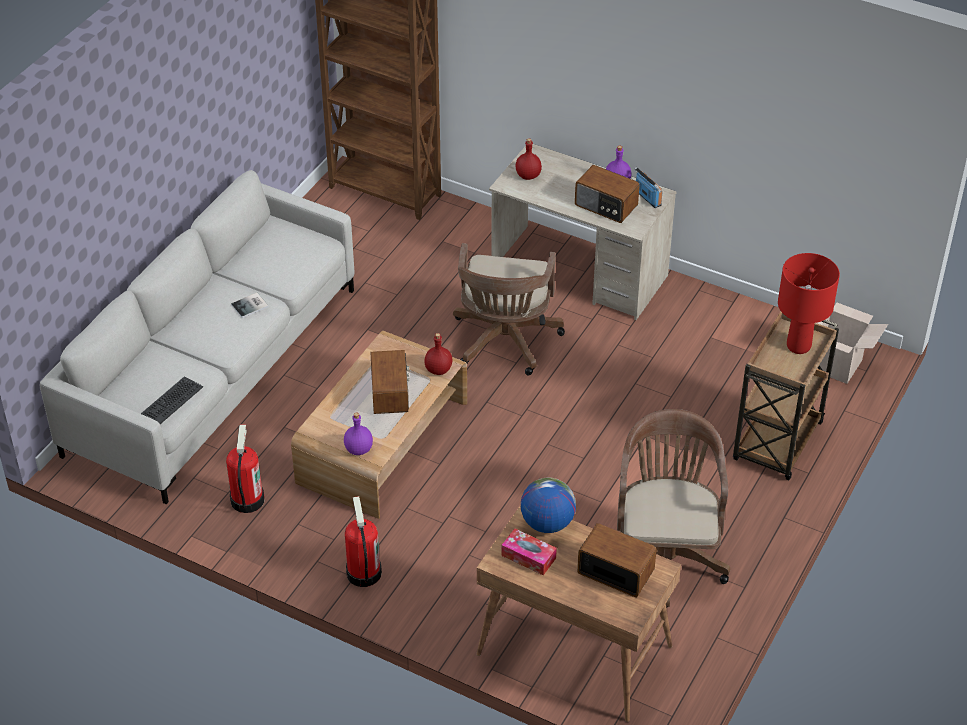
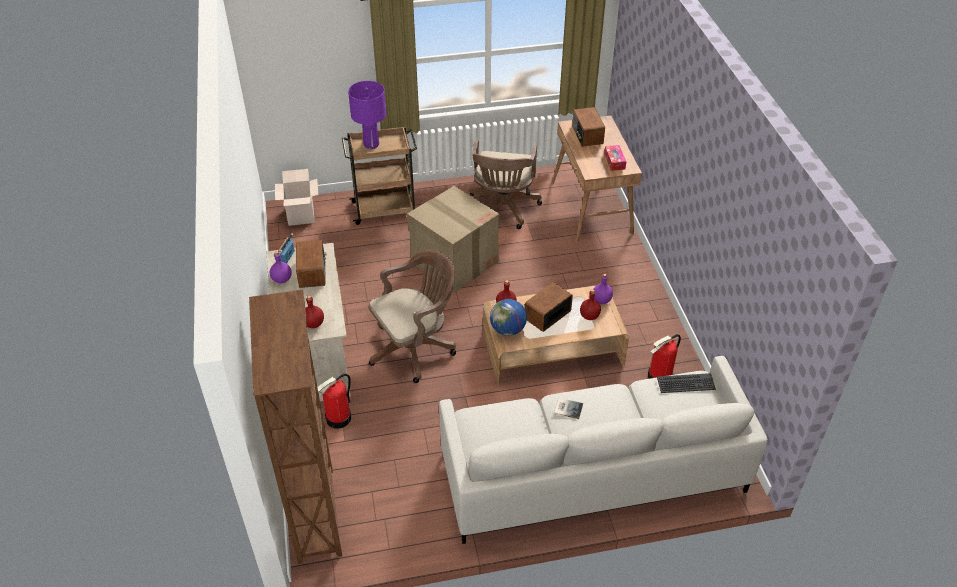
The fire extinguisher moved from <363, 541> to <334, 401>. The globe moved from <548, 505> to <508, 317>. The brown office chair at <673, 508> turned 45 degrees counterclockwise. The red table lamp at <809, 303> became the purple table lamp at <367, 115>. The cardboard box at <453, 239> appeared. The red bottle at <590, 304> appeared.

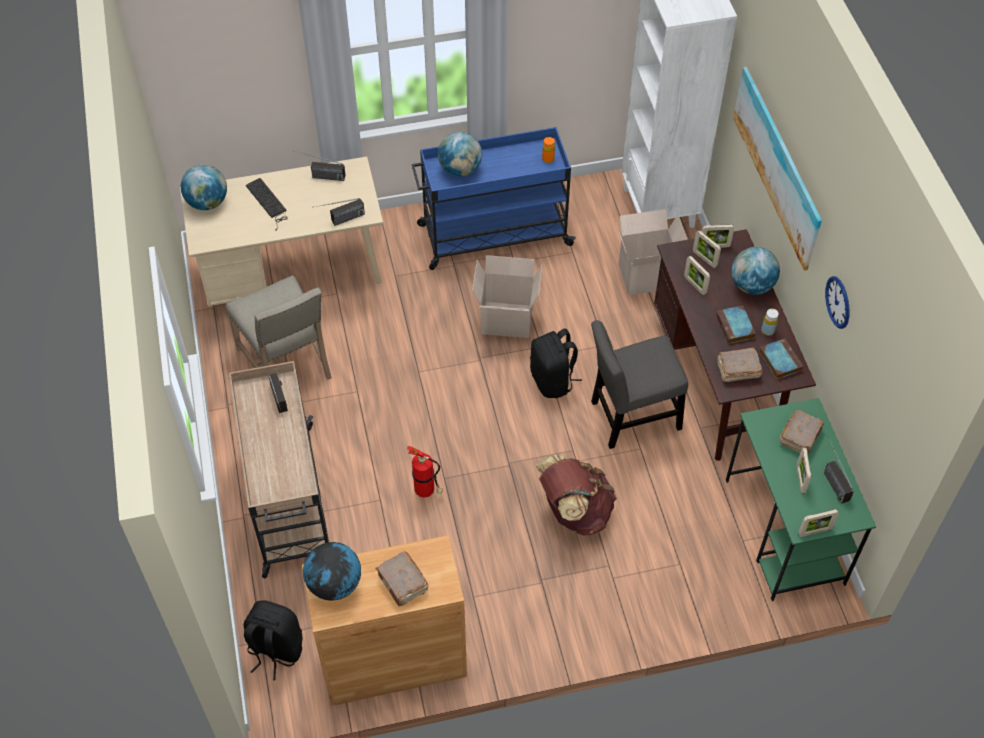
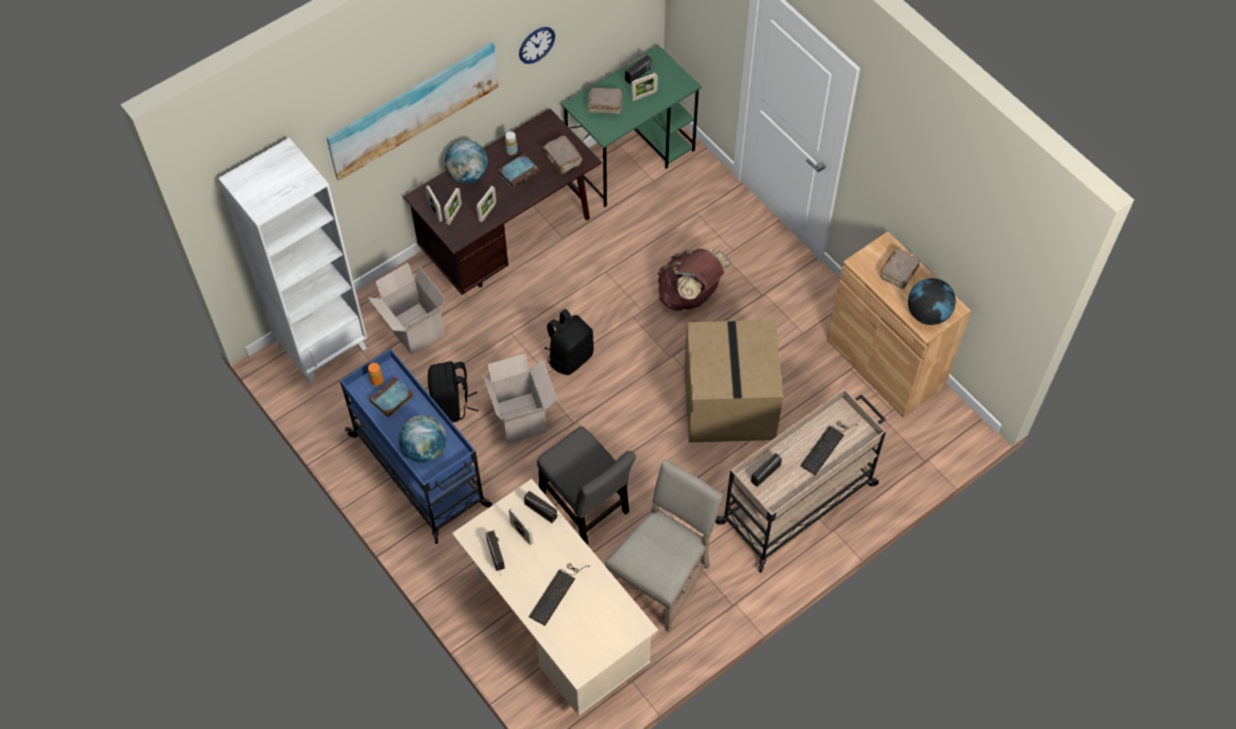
The globe at <204, 187> disappeared. The black backpack moved from <272, 640> to <453, 392>. The fire extinguisher at <425, 471> was replaced by the cardboard box at <733, 381>. The grey chair moved from <639, 384> to <586, 485>. The book moved from <781, 359> to <391, 397>. The picture frame moved from <818, 523> to <521, 526>. The keyboard at <829, 448> appeared.

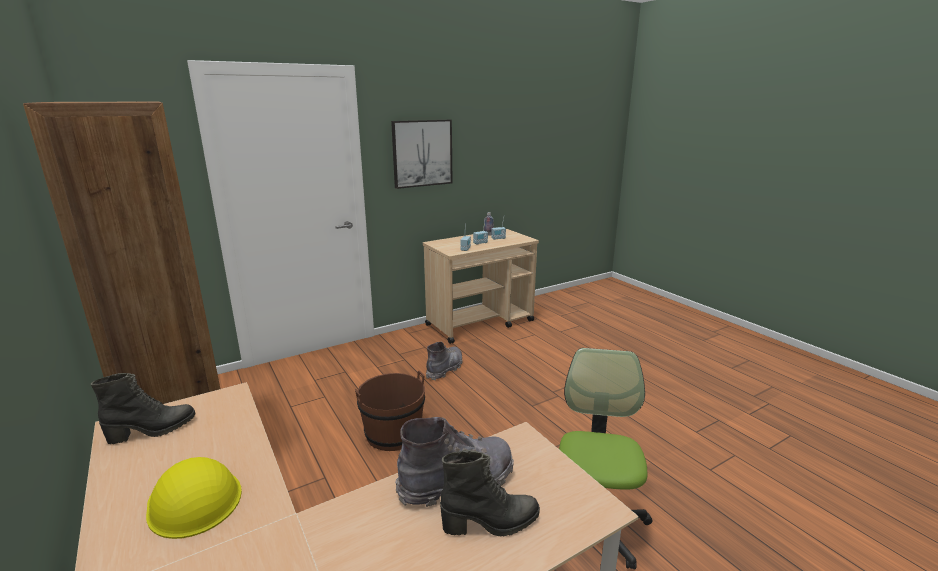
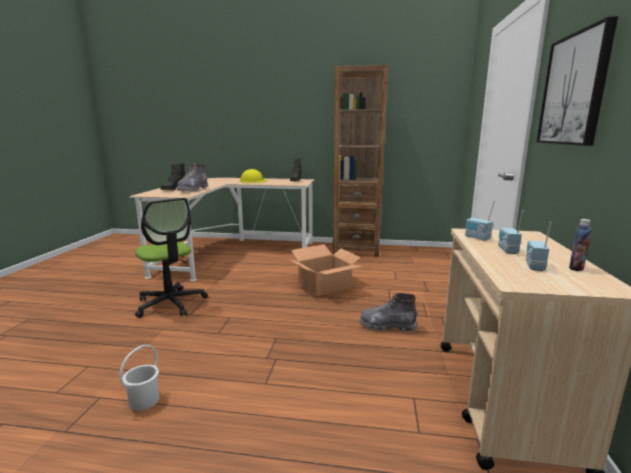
The brown bucket at <390, 410> was replaced by the cardboard box at <326, 270>. The grey boot at <444, 360> turned 120 degrees clockwise. The white bucket at <139, 378> appeared.

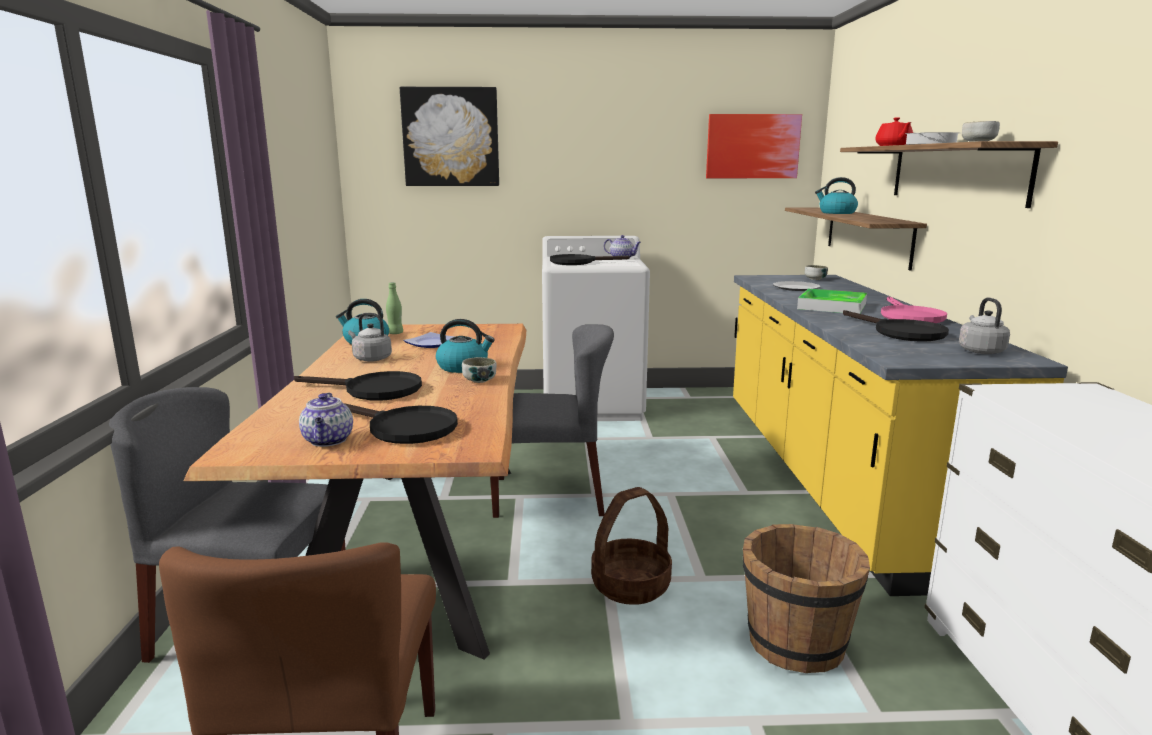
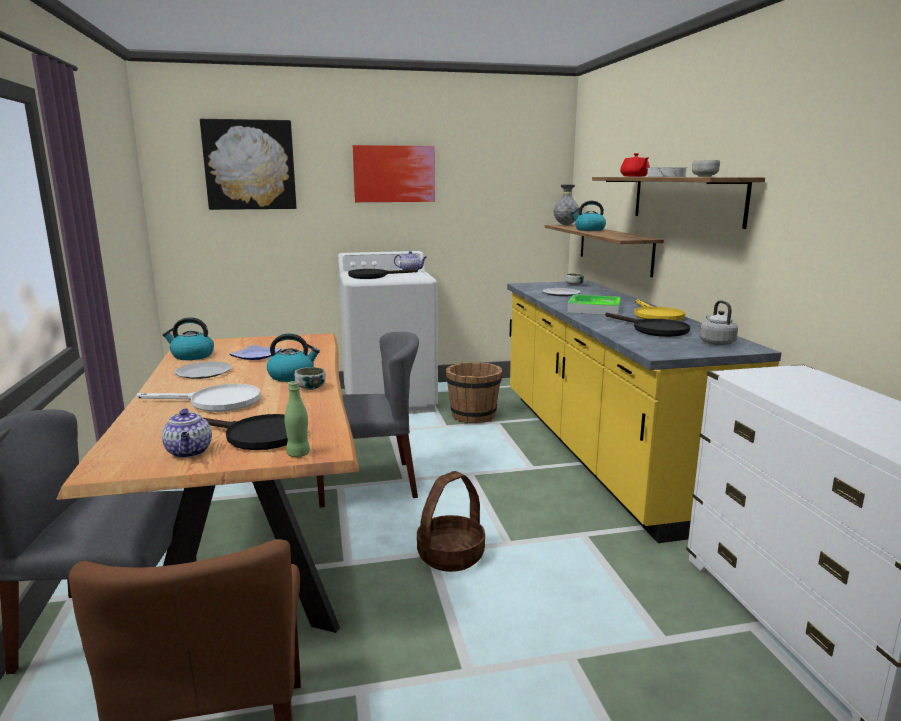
The black frying pan at <358, 386> became the white frying pan at <199, 398>. The grey kettle at <370, 337> was replaced by the plate at <203, 370>. The green bottle moved from <394, 308> to <297, 419>. The picture moved from <754, 146> to <394, 173>. The brown bucket moved from <806, 598> to <474, 392>. The pink frying pan at <914, 310> became the yellow frying pan at <659, 310>. The grey vase at <566, 205> appeared.

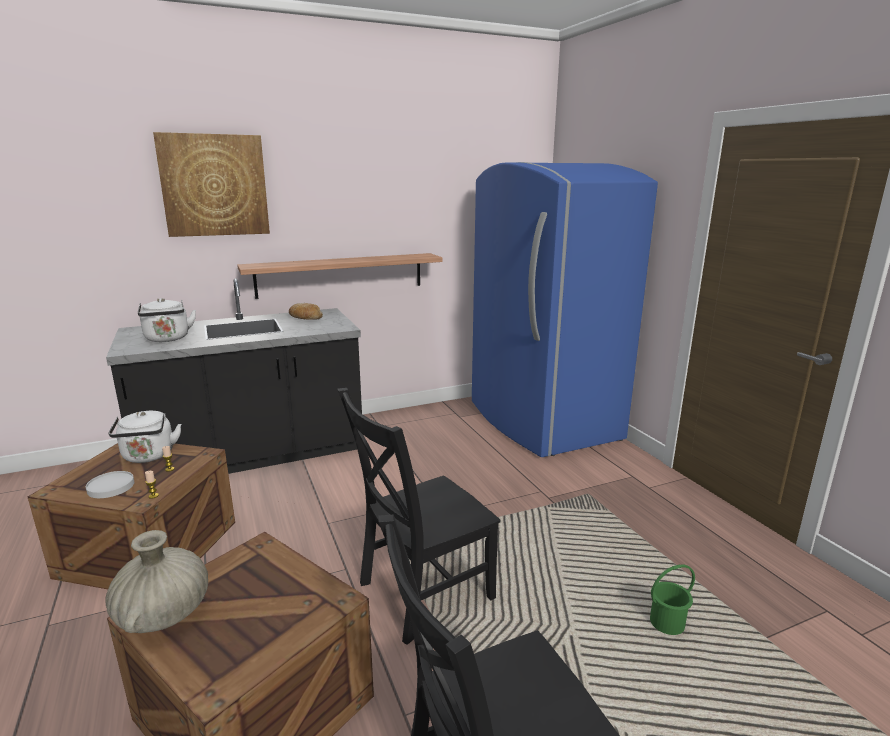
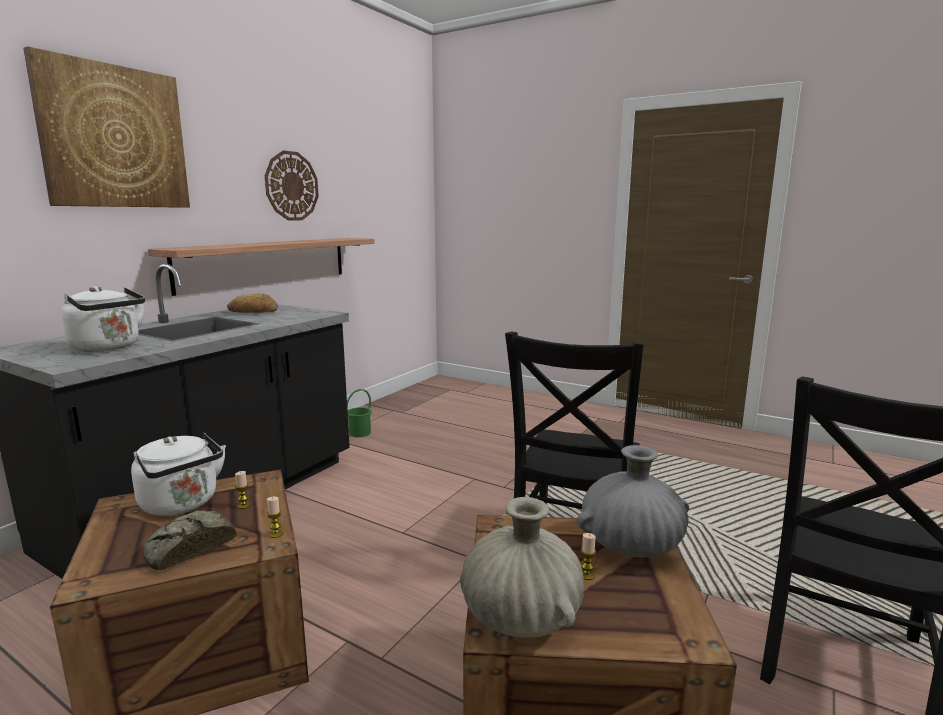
The white plate at <110, 484> was replaced by the bread at <189, 540>. The blue fridge at <565, 309> disappeared. The green bucket moved from <672, 599> to <359, 413>. The wall clock at <292, 186> appeared. The grey vase at <633, 501> appeared. The candle at <588, 556> appeared.

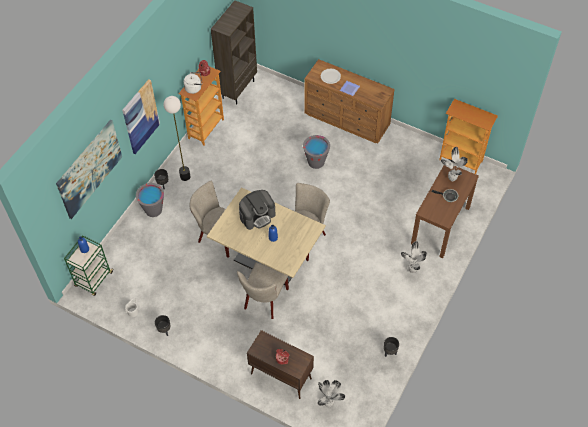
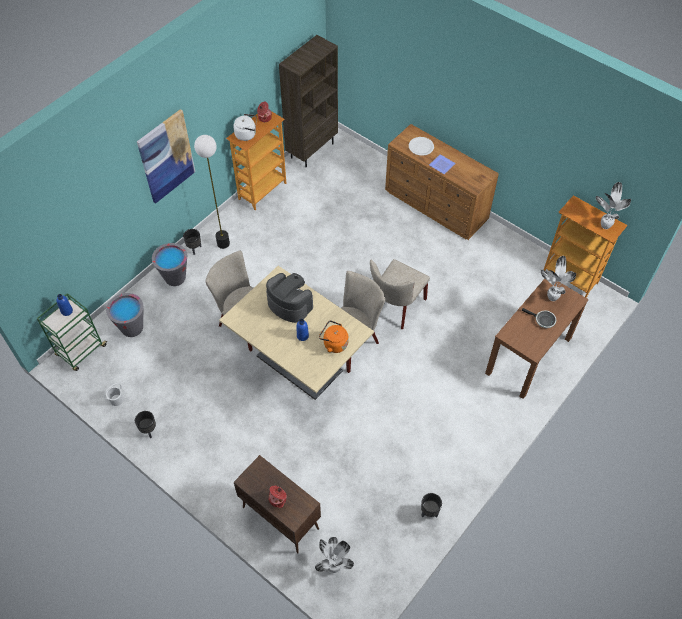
The picture at <89, 169> disappeared. The beige chair moved from <263, 290> to <400, 294>. The coffee machine at <257, 210> turned 120 degrees counterclockwise. The grey bucket moved from <316, 152> to <124, 315>. The potted plant moved from <414, 257> to <613, 205>. The orange kettle at <333, 336> appeared.

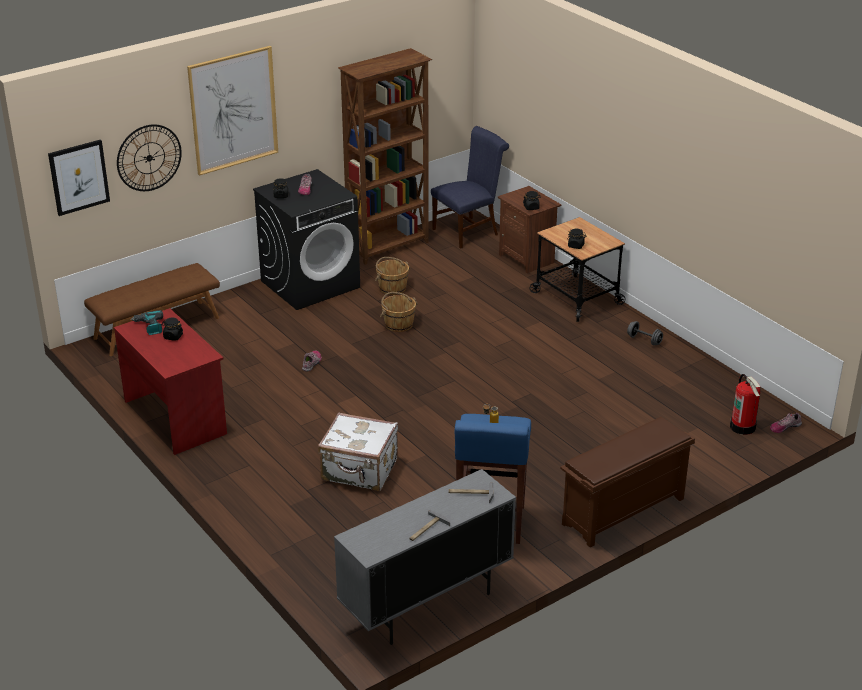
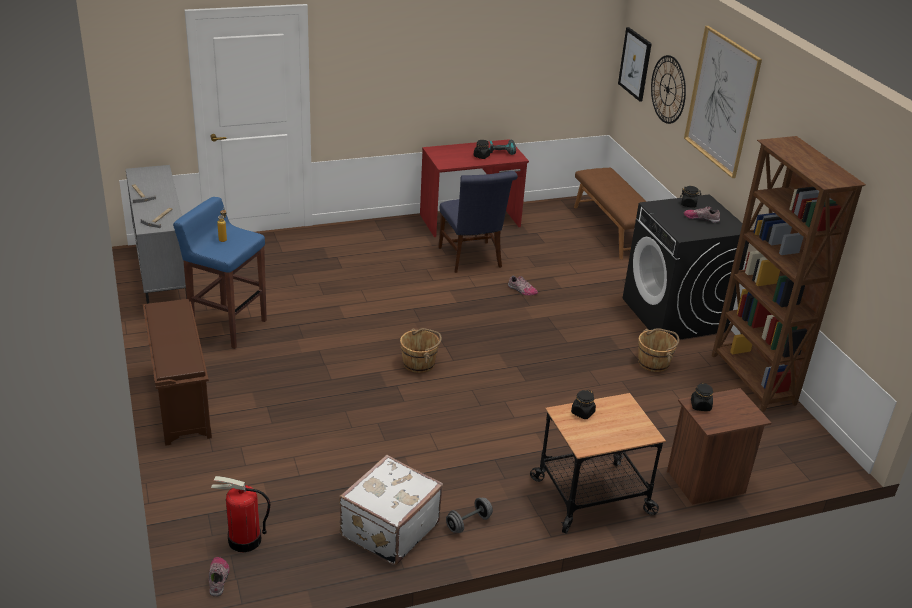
The white suitcase moved from <358, 451> to <391, 510>. The brown bucket moved from <399, 312> to <421, 350>. The blue chair moved from <470, 187> to <478, 222>.

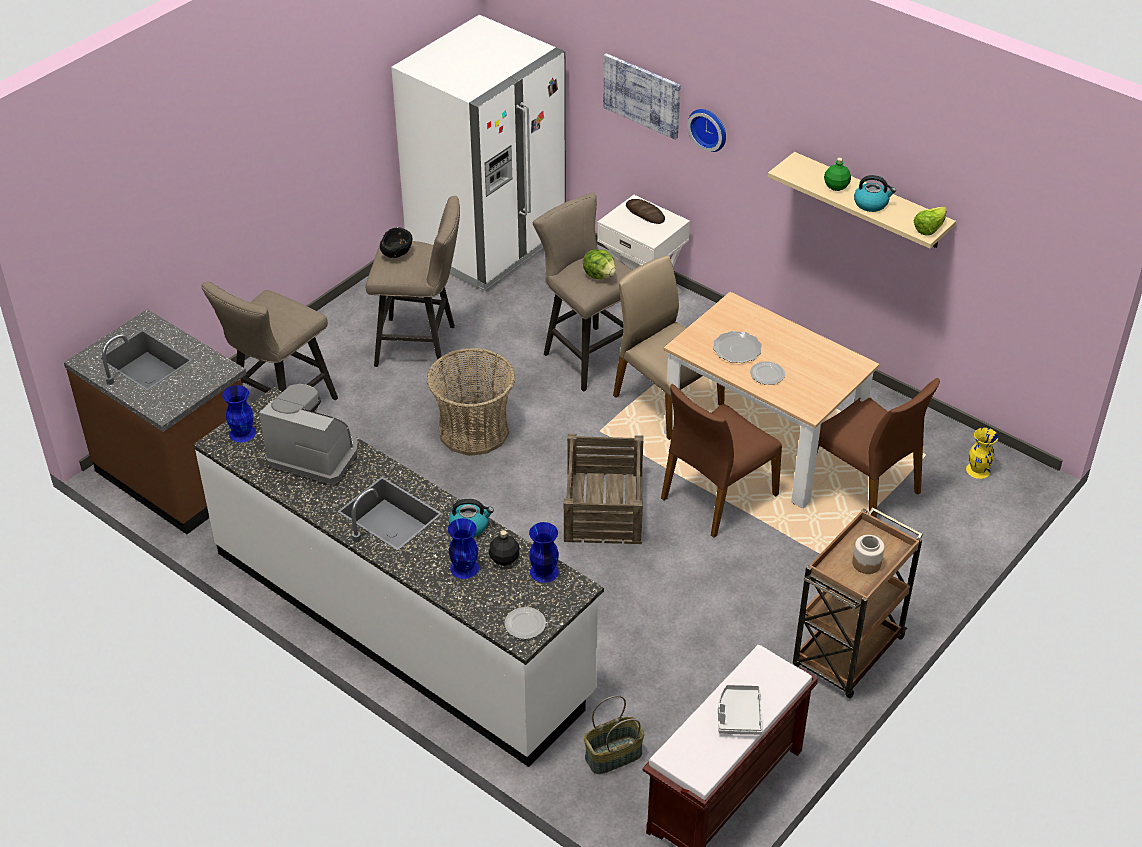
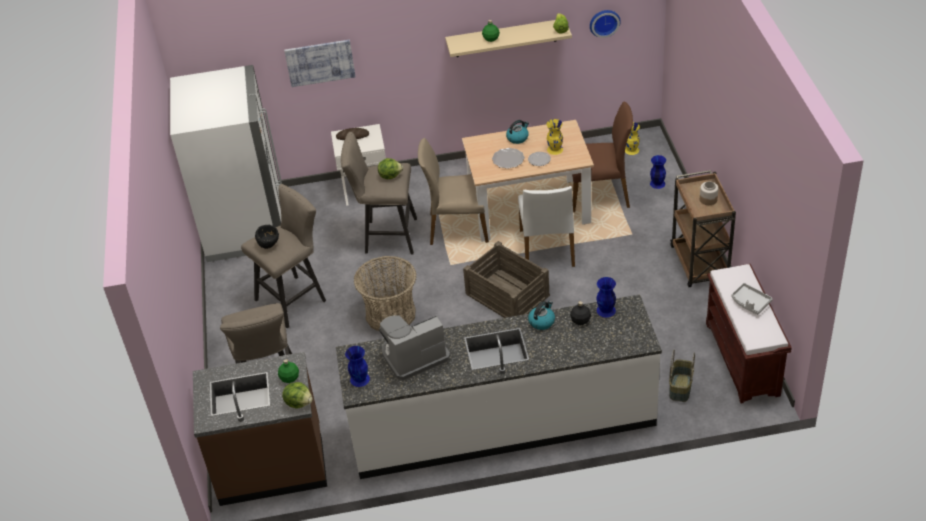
The blue vase moved from <463, 548> to <658, 172>. The plate at <525, 623> disappeared. The brown chair at <721, 461> became the white chair at <546, 226>. The wall clock moved from <706, 130> to <605, 24>. The kettle moved from <875, 193> to <517, 132>. The green bottle at <288, 371> appeared. The lettuce at <297, 395> appeared. The yellow vase at <554, 137> appeared.

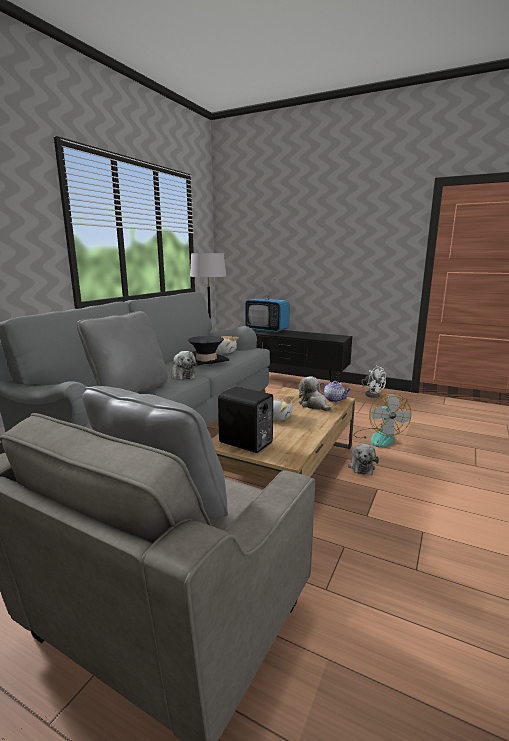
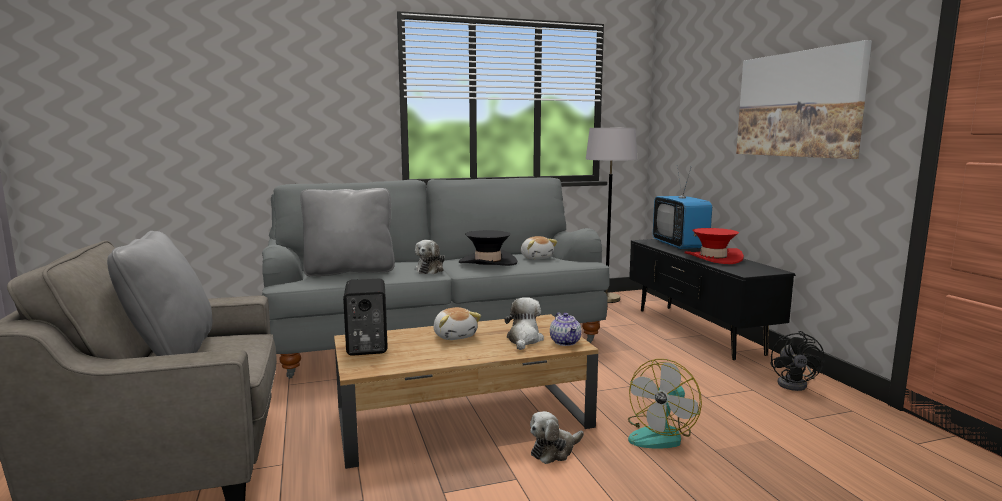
The white fan at <374, 382> became the black fan at <798, 361>. The red hat at <714, 246> appeared. The picture at <804, 99> appeared.

